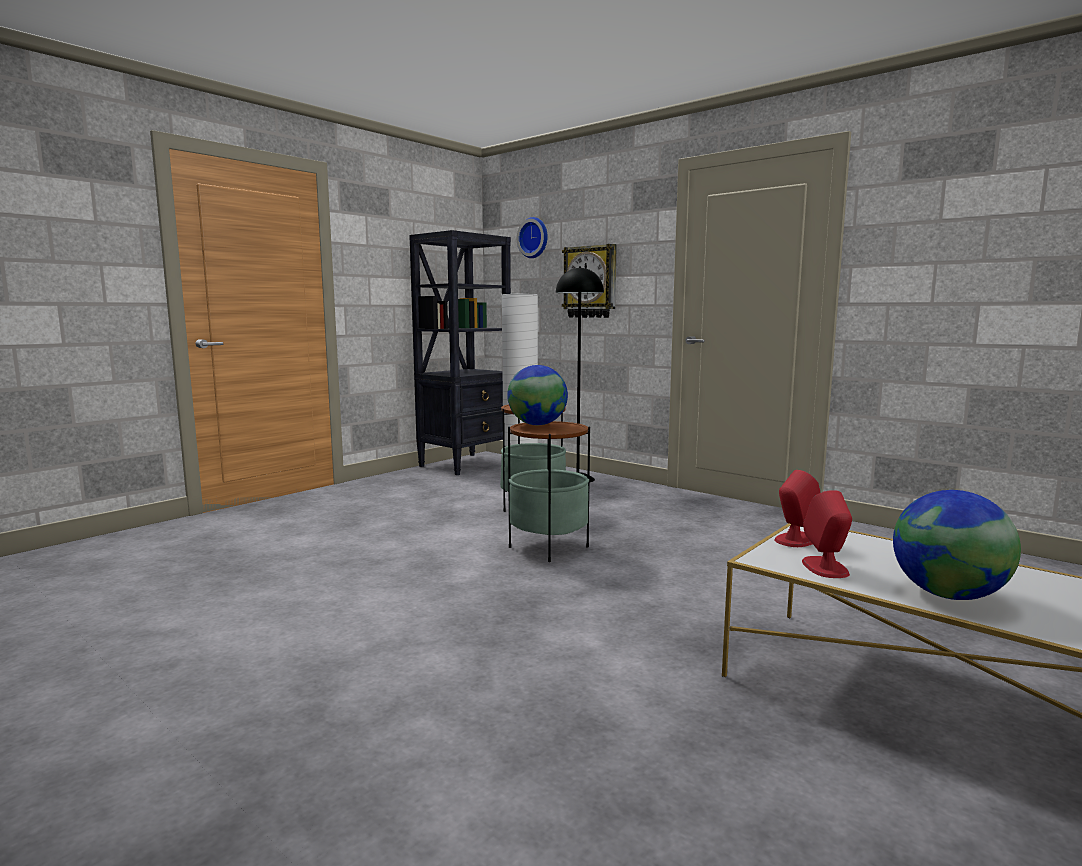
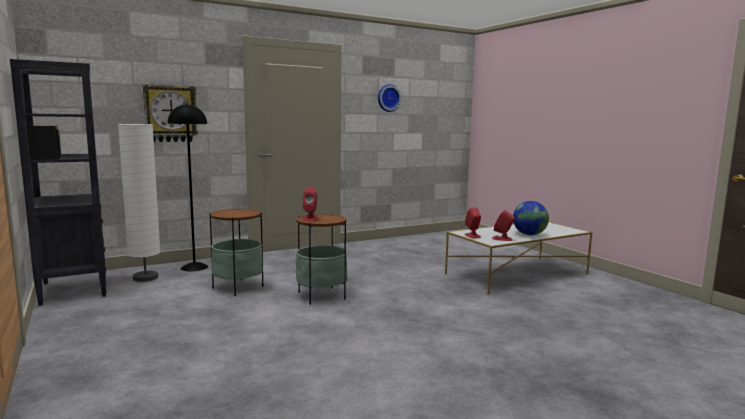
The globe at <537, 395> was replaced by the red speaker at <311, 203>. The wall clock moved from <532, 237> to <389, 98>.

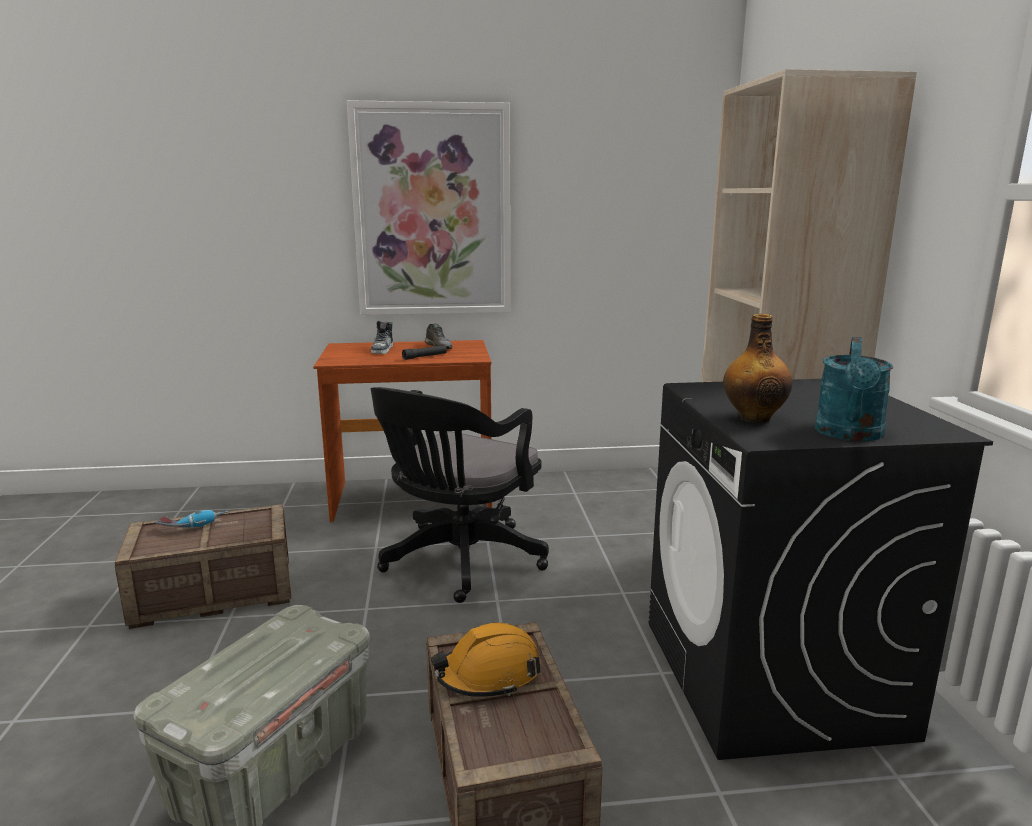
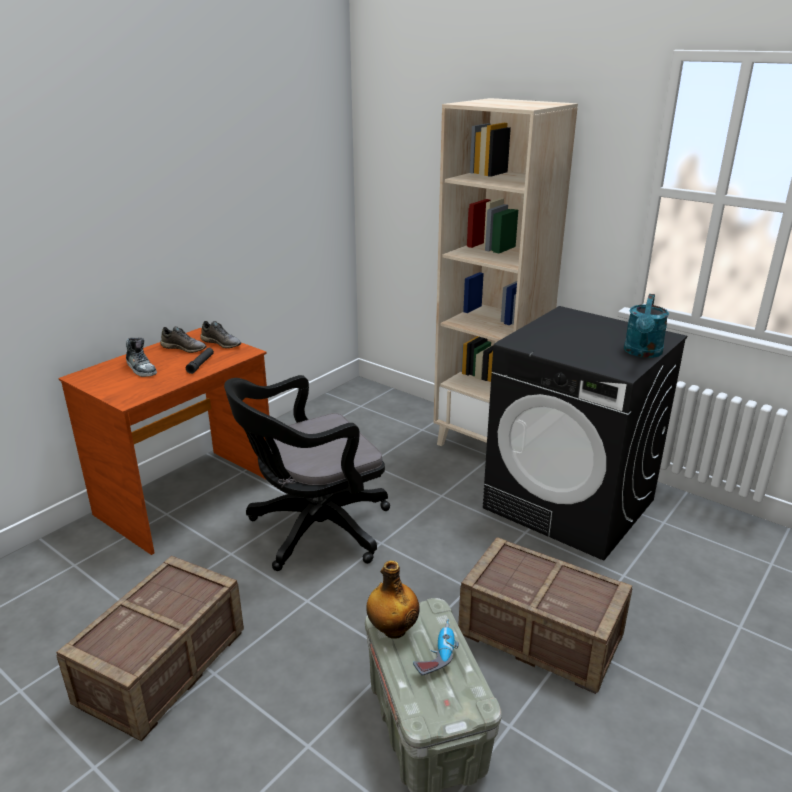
The power drill moved from <192, 518> to <436, 647>. The picture at <428, 207> disappeared. The black office chair at <460, 495> turned 75 degrees clockwise. The orange hard hat at <486, 660> disappeared. The bottle moved from <757, 369> to <393, 600>. The turquoise watering can at <854, 389> turned 45 degrees clockwise. The grey shoe at <220, 334> appeared.

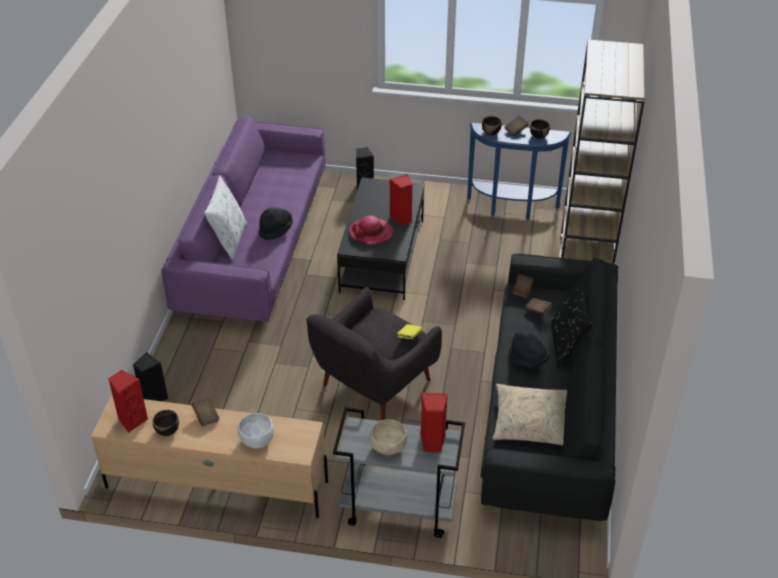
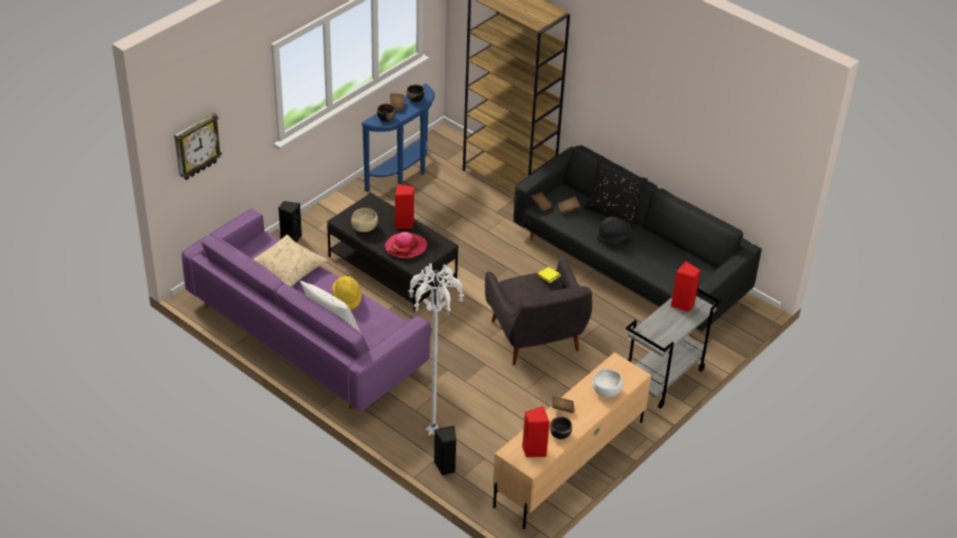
The black hat at <276, 223> became the yellow hat at <347, 293>. The beige bowl moved from <388, 437> to <364, 220>. The beige pillow moved from <529, 414> to <290, 261>. The wall clock at <198, 146> appeared. The white floor lamp at <436, 349> appeared.

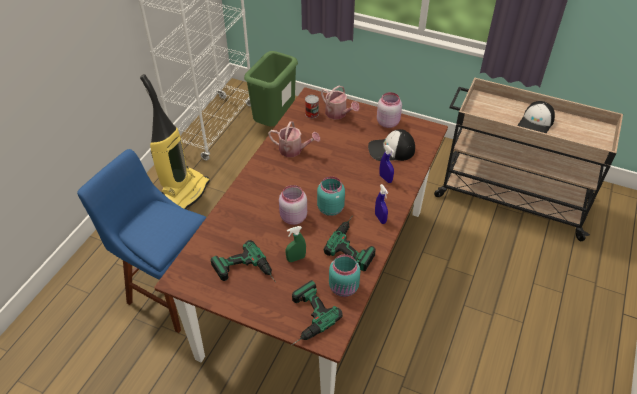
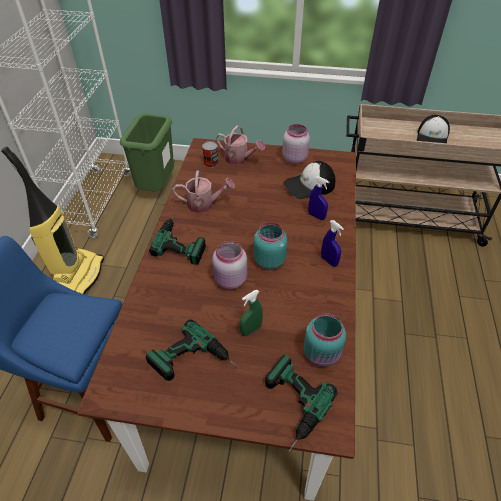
The power drill moved from <350, 244> to <177, 239>.

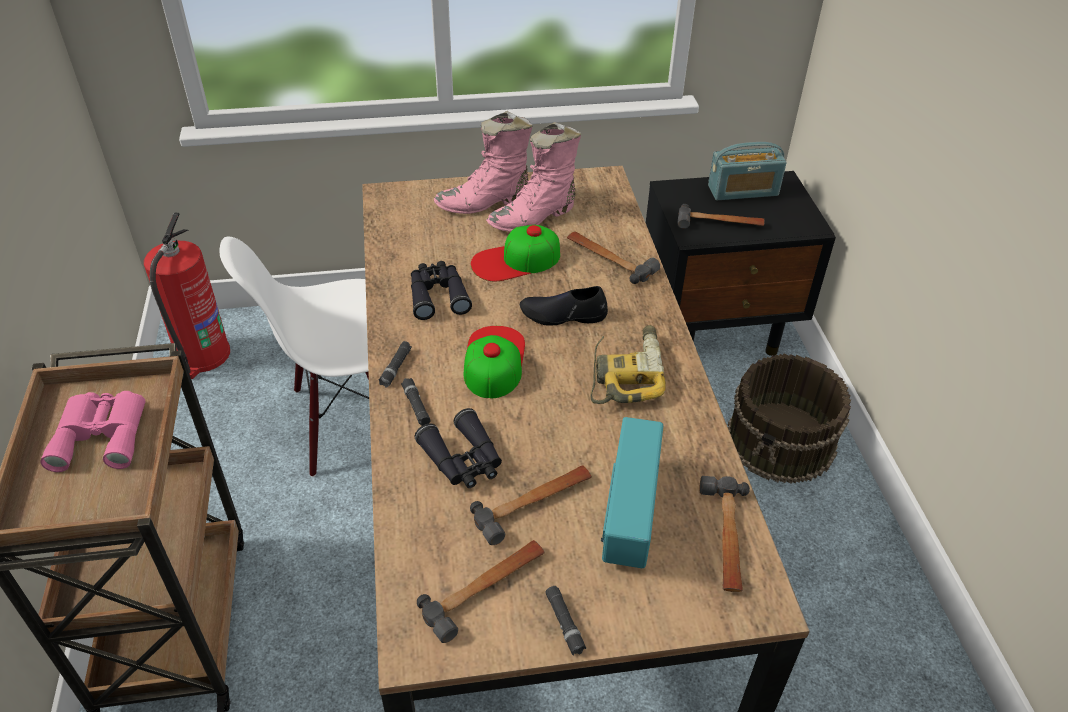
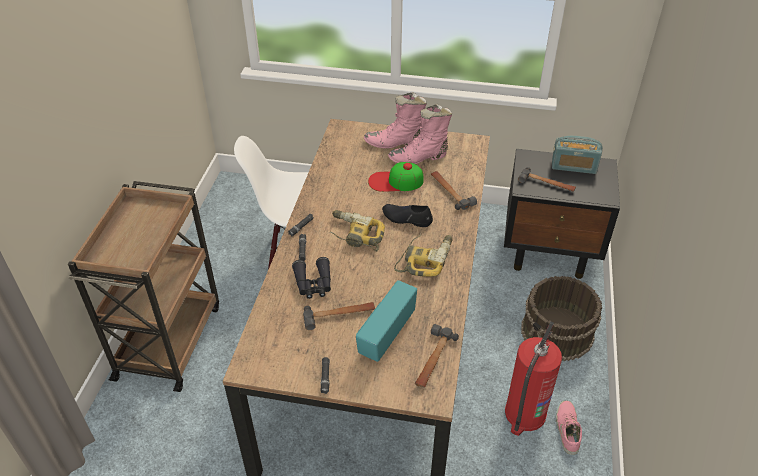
The pink binoculars at <93, 431> disappeared. The fire extinguisher moved from <187, 295> to <533, 378>. The black binoculars at <441, 290> disappeared. The hammer at <481, 591> disappeared. The cap at <494, 362> was replaced by the power drill at <357, 231>. The pink shoe at <569, 428> appeared.

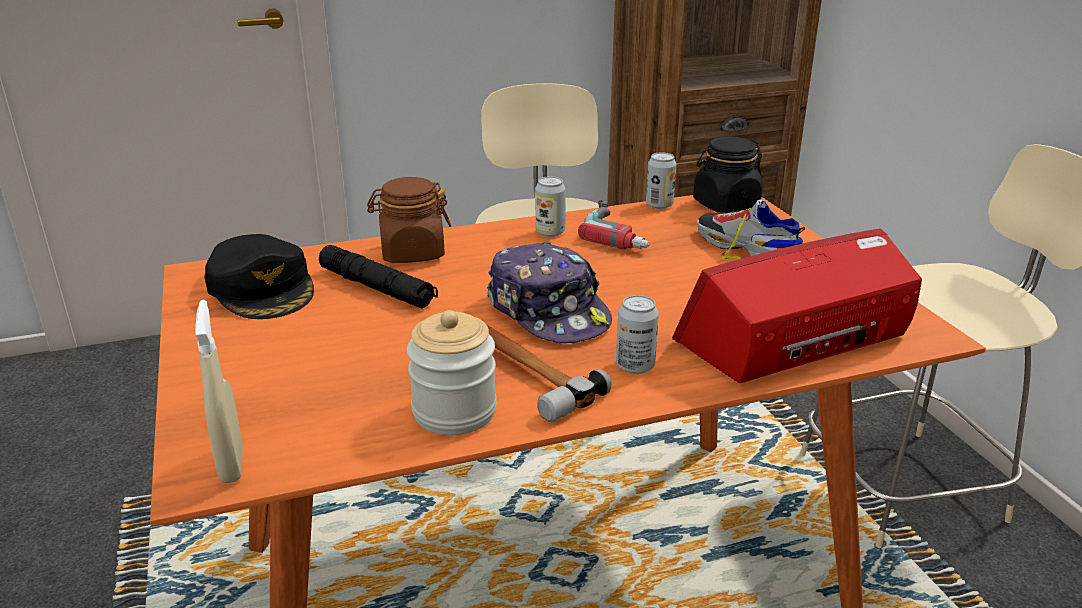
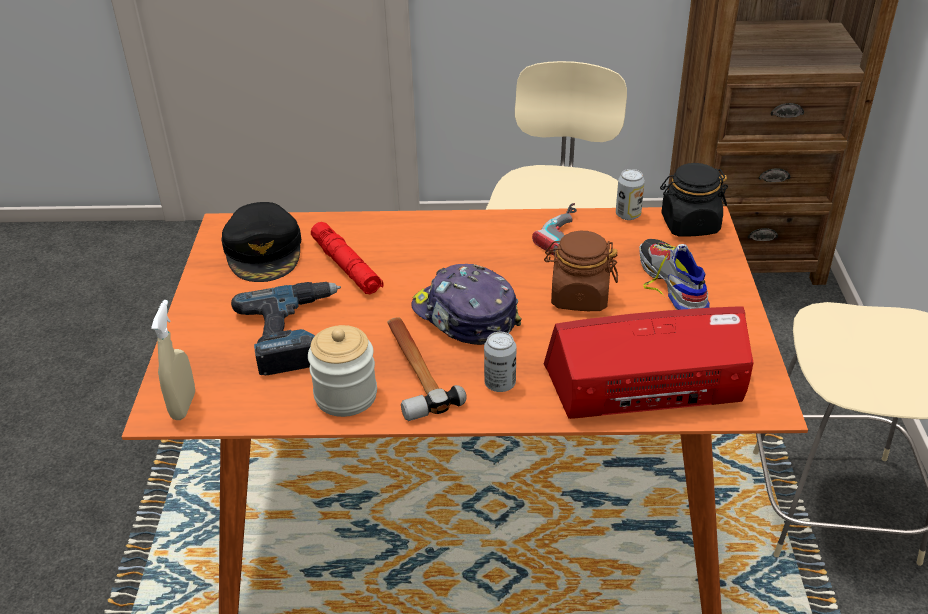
The black flashlight at <378, 276> became the red flashlight at <347, 258>. The brown jar moved from <409, 220> to <581, 271>. The cap at <549, 292> turned 150 degrees clockwise. The can at <550, 206> disappeared. The power drill at <286, 328> appeared.

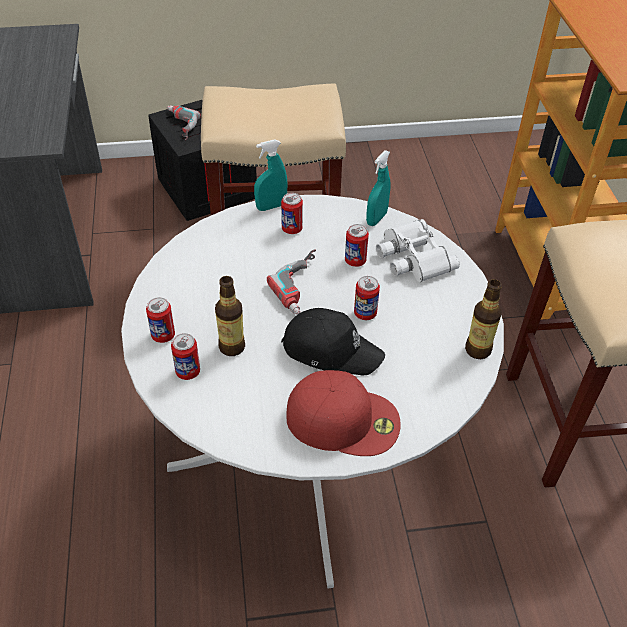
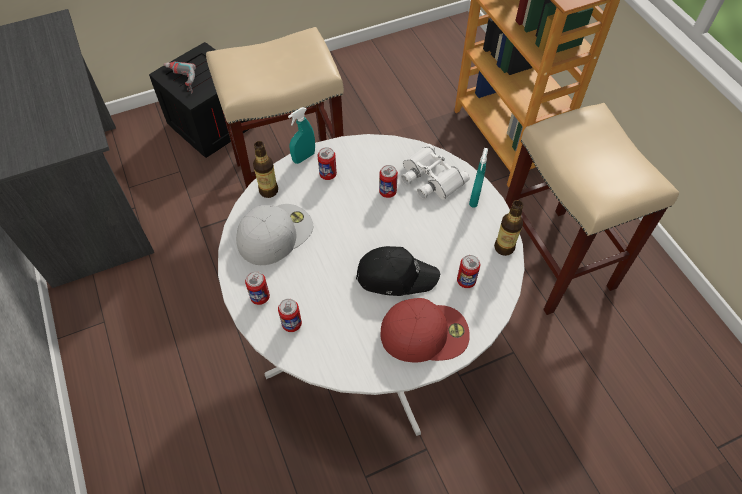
The bottle moved from <230, 316> to <265, 169>. The power drill at <291, 282> disappeared. The can moved from <367, 298> to <468, 271>. The turquoise spray bottle moved from <378, 188> to <478, 177>. The white cap at <274, 234> appeared.

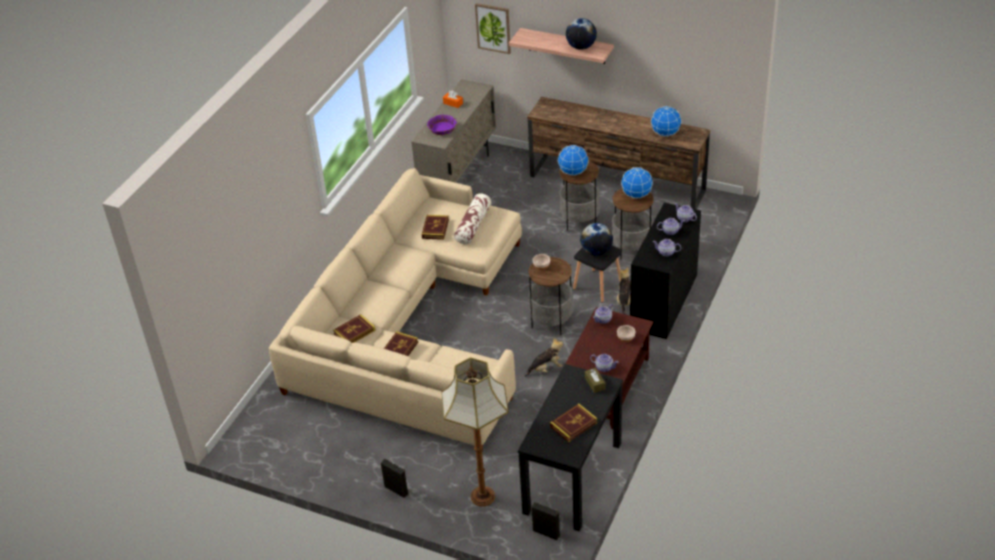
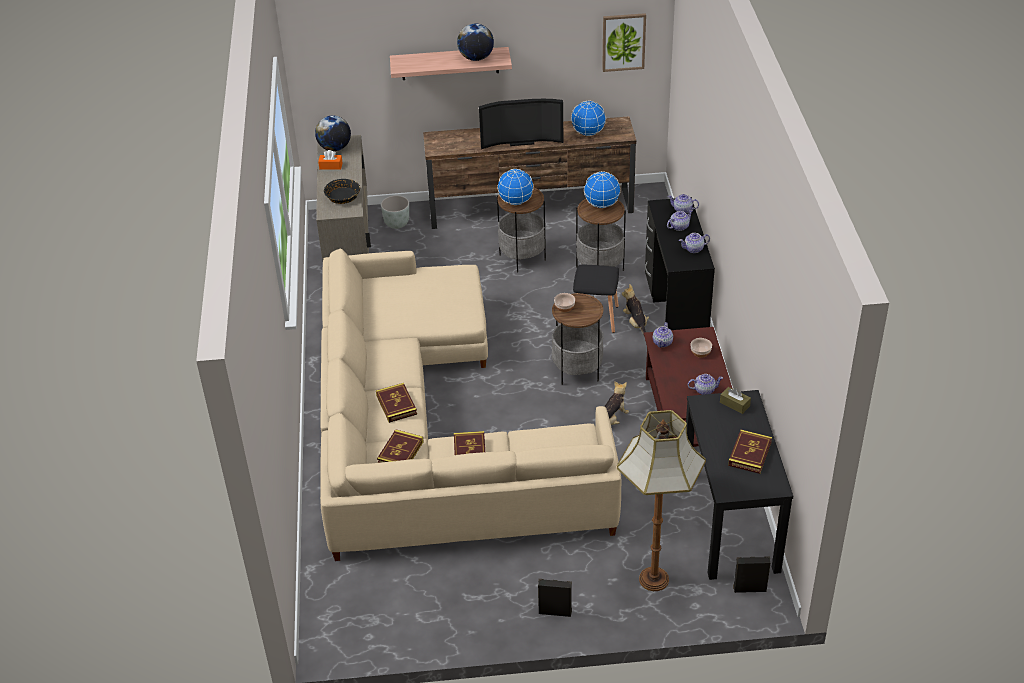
The book moved from <435, 227> to <396, 403>. The purple bowl at <442, 125> became the black bowl at <342, 191>. The pillow at <472, 218> disappeared. The picture moved from <493, 28> to <624, 42>. The globe moved from <596, 239> to <333, 133>. The grey planter at <395, 212> appeared. The television at <521, 124> appeared.

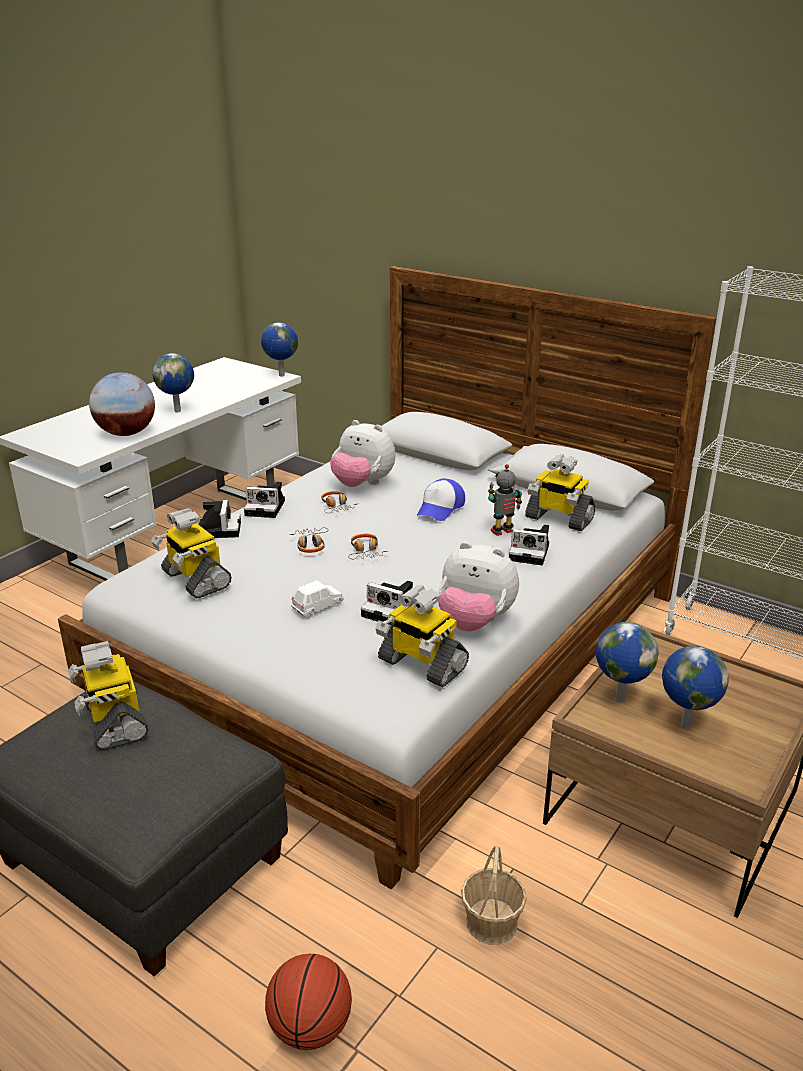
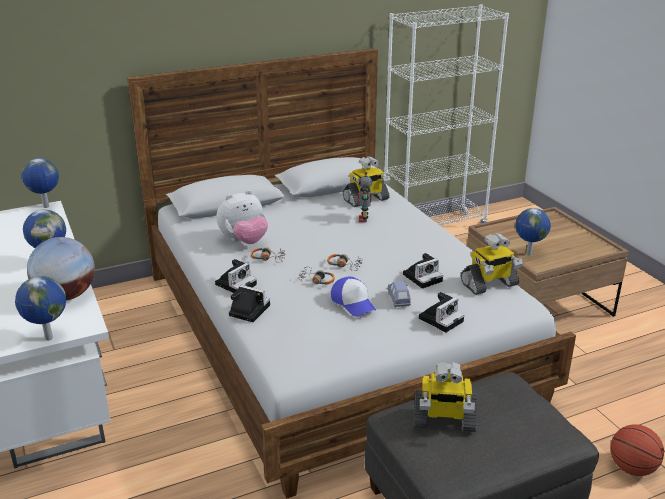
The toy robot at <191, 553> disappeared. The white toy car at <317, 599> became the blue toy car at <399, 294>. The cap moved from <441, 499> to <353, 297>. The plush toy at <478, 586> disappeared. The basket at <494, 895> disappeared. The photo camera moved from <529, 545> to <441, 312>. The globe moved from <695, 687> to <40, 308>.

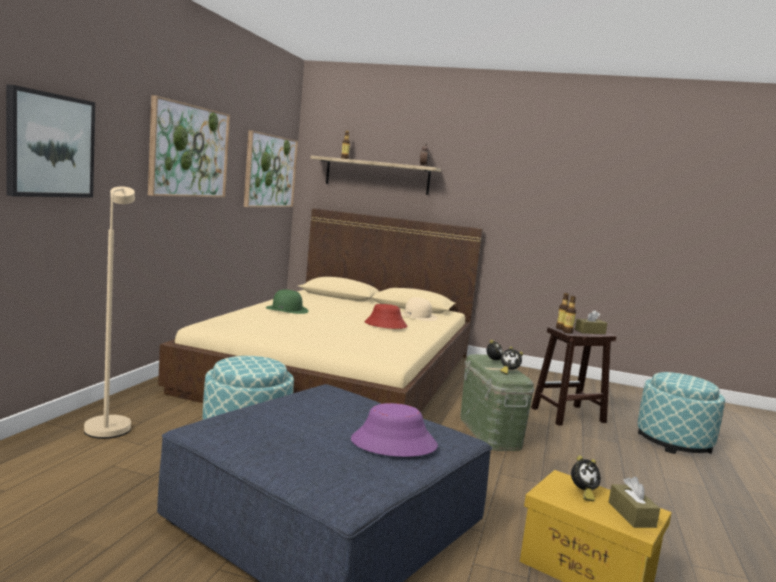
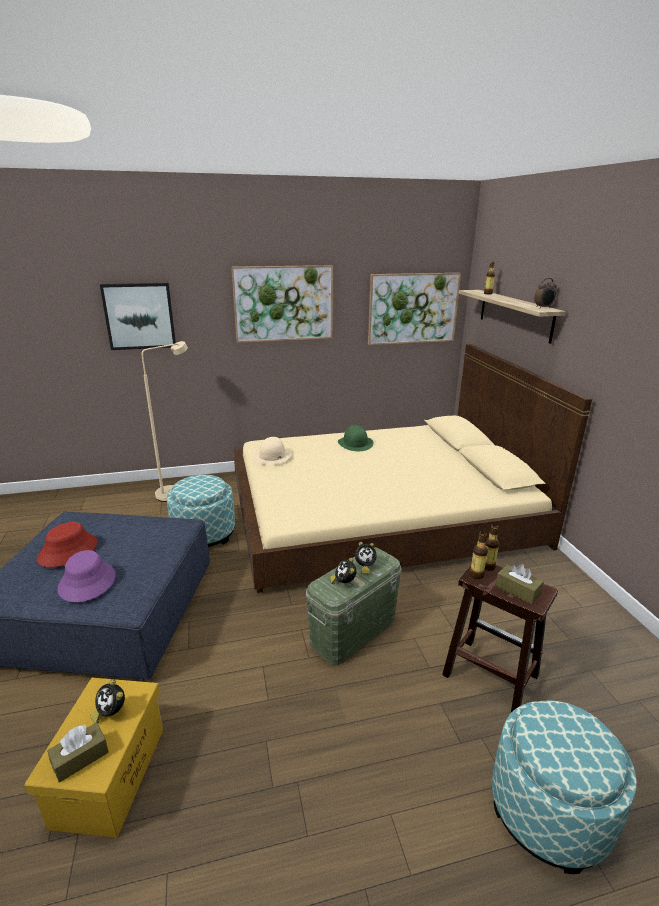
The red hat moved from <386, 316> to <67, 544>. The beige hat moved from <419, 309> to <272, 451>.

